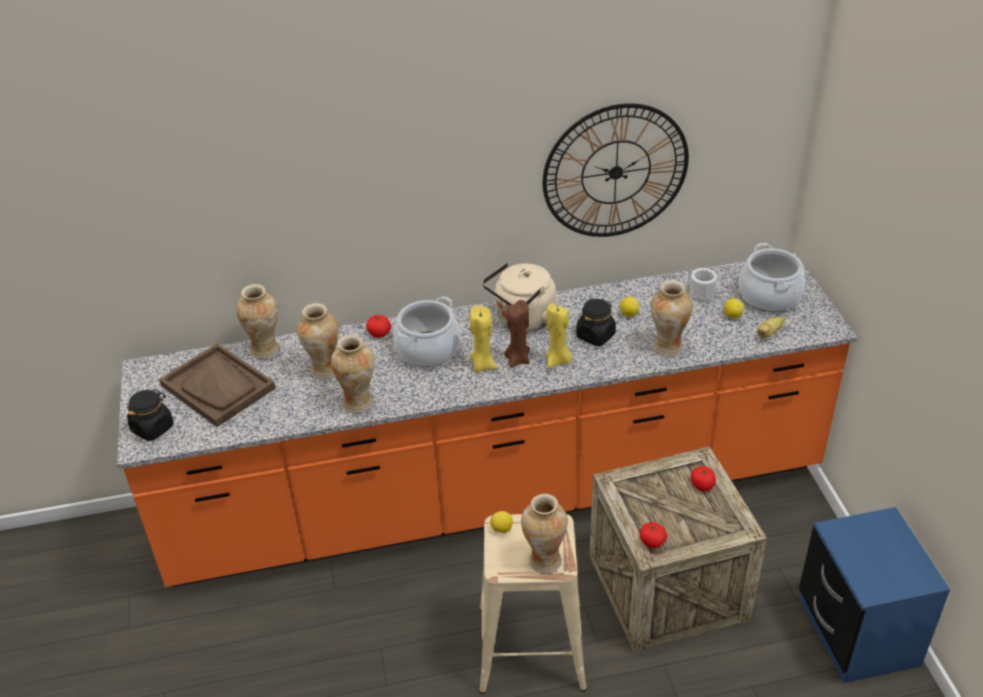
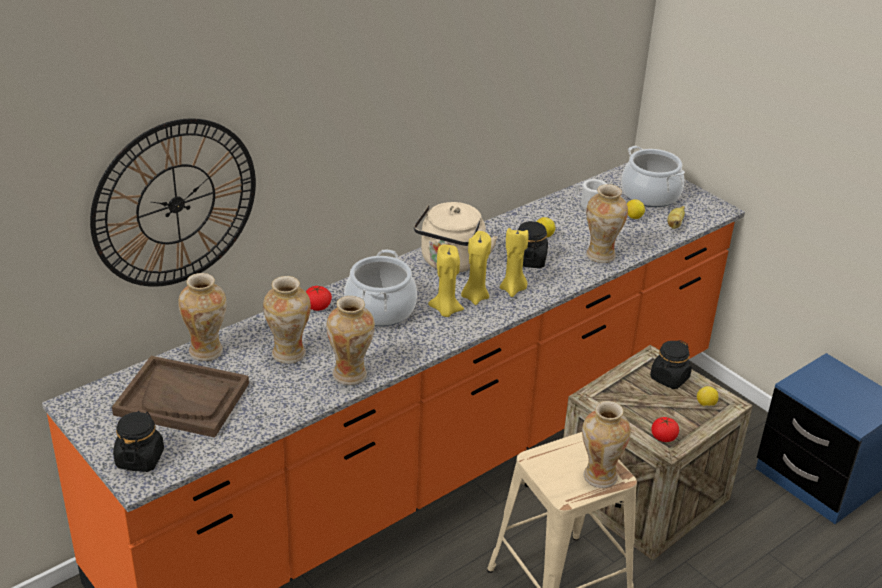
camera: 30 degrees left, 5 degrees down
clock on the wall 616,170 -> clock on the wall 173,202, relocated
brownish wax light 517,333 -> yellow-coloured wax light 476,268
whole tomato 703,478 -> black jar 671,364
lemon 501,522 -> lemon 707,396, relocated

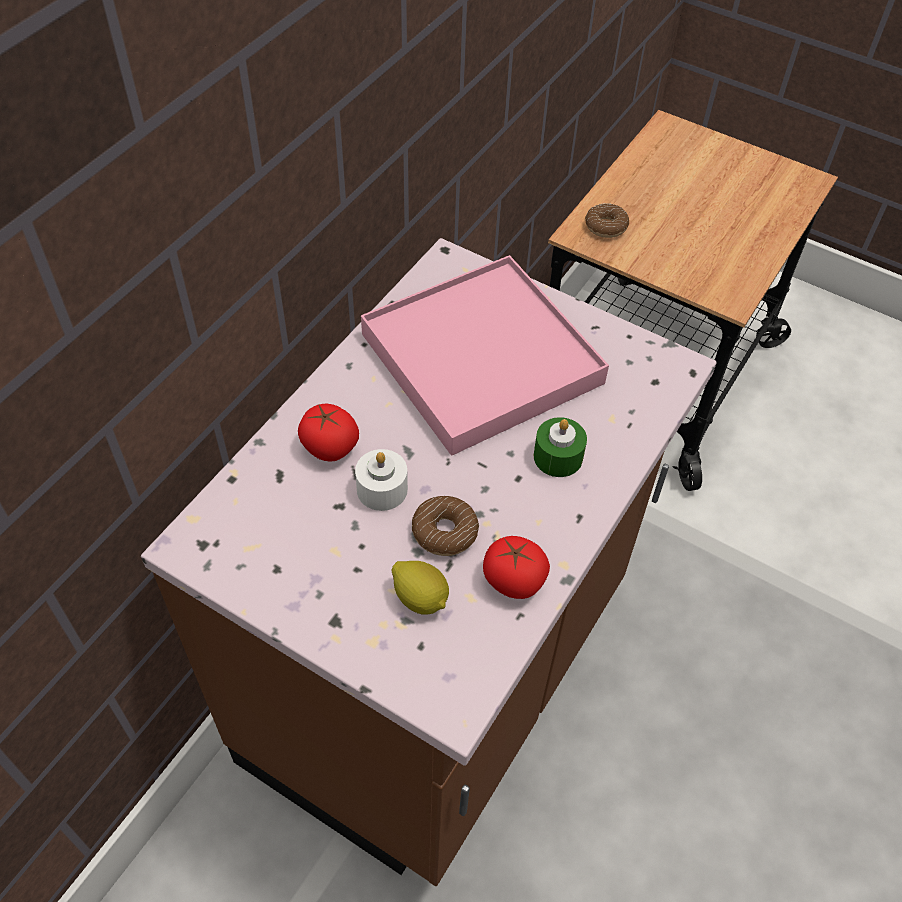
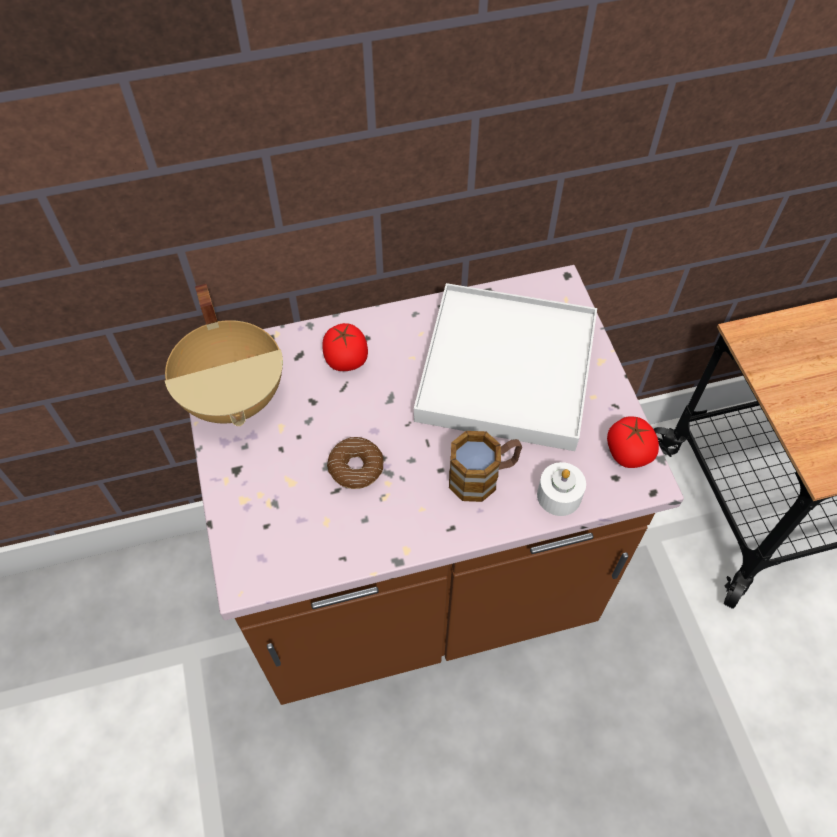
camera: 45 degrees right, 5 degrees up
ring doughnut 607,220 -> none
pinkish serving tray 485,355 -> white-coloured serving tray 505,367
green-coloured wax light 560,447 -> tea mug 485,466
white-coloured wax light 381,480 -> white-coloured wax light 561,489, relocated
whole tomato 516,567 -> whole tomato 633,442, relocated
lemon 420,588 -> none
none -> beige-coloured cooking pot 224,355

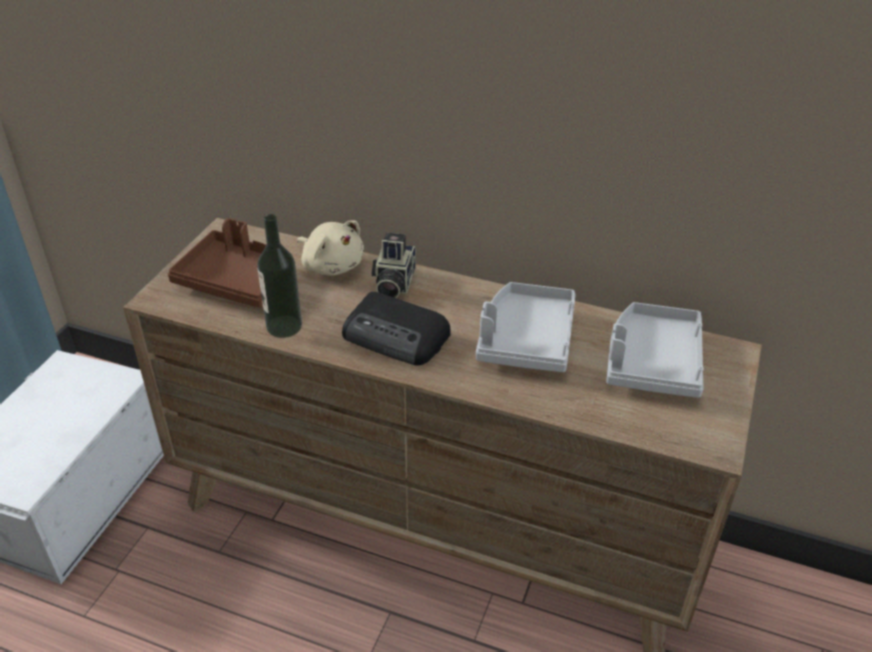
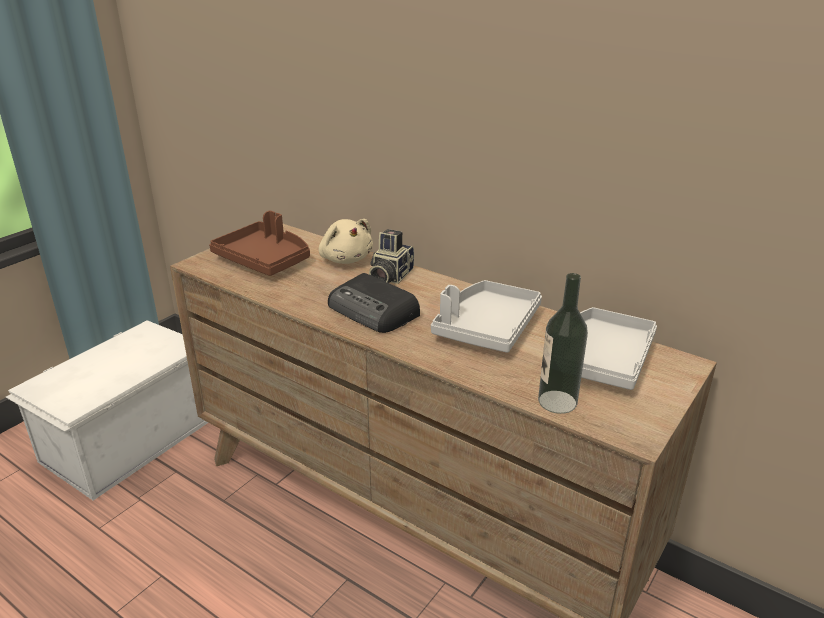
camera: 15 degrees right, 10 degrees down
beverage bottle 279,276 -> beverage bottle 563,343, relocated

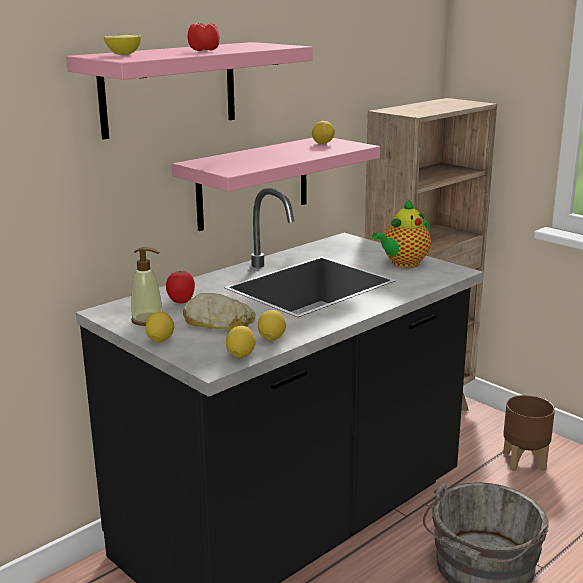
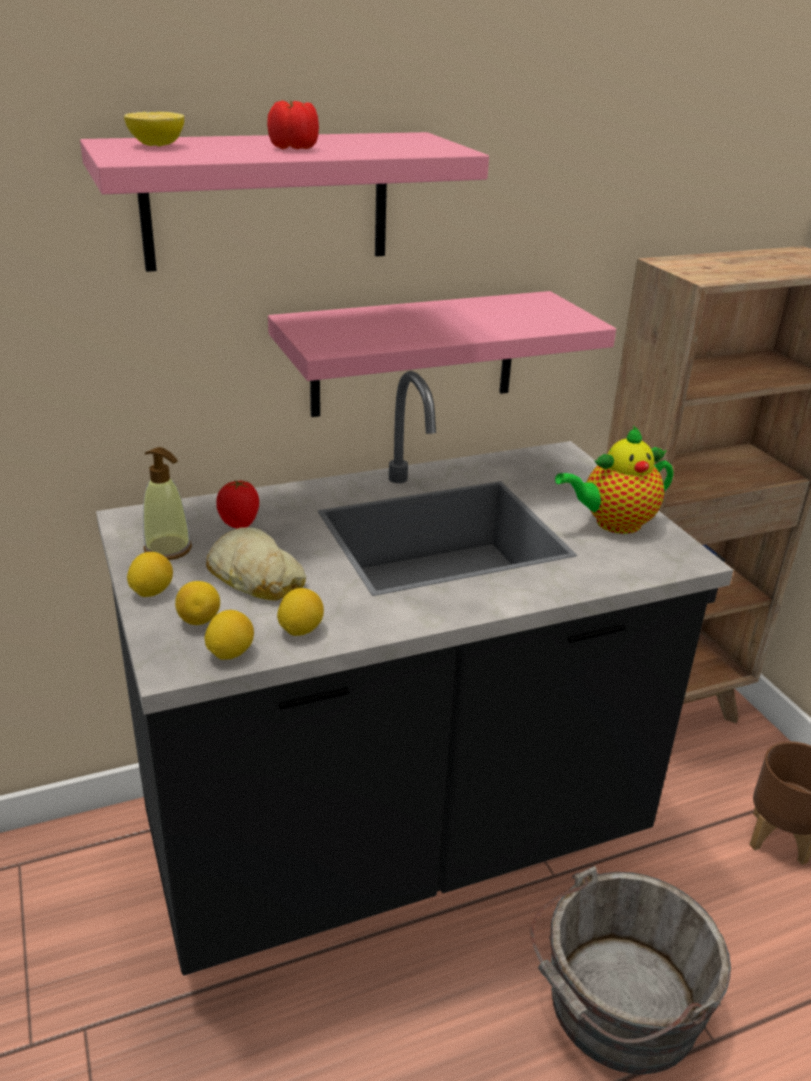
camera: 20 degrees right, 10 degrees up
lemon 323,132 -> lemon 197,603, relocated

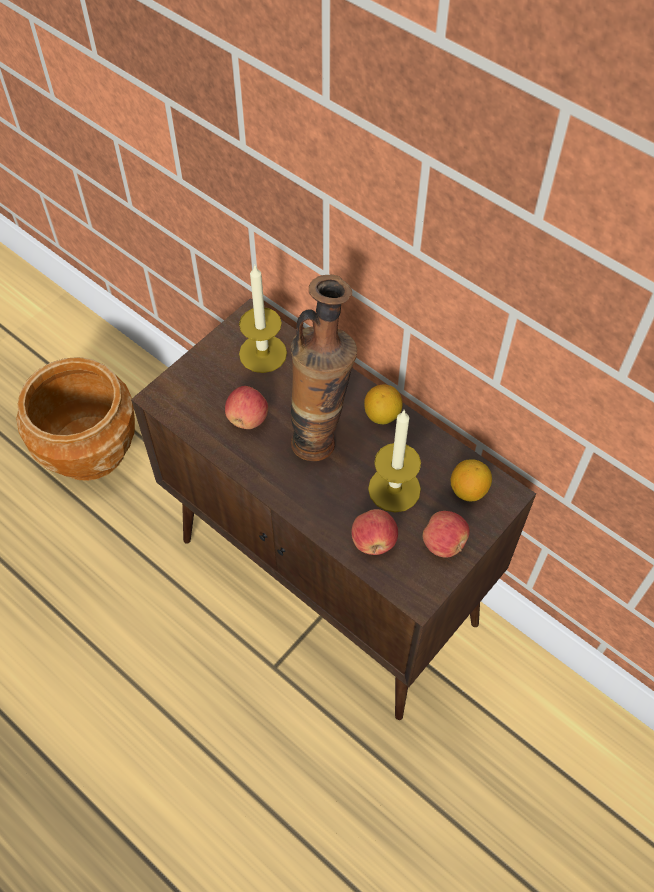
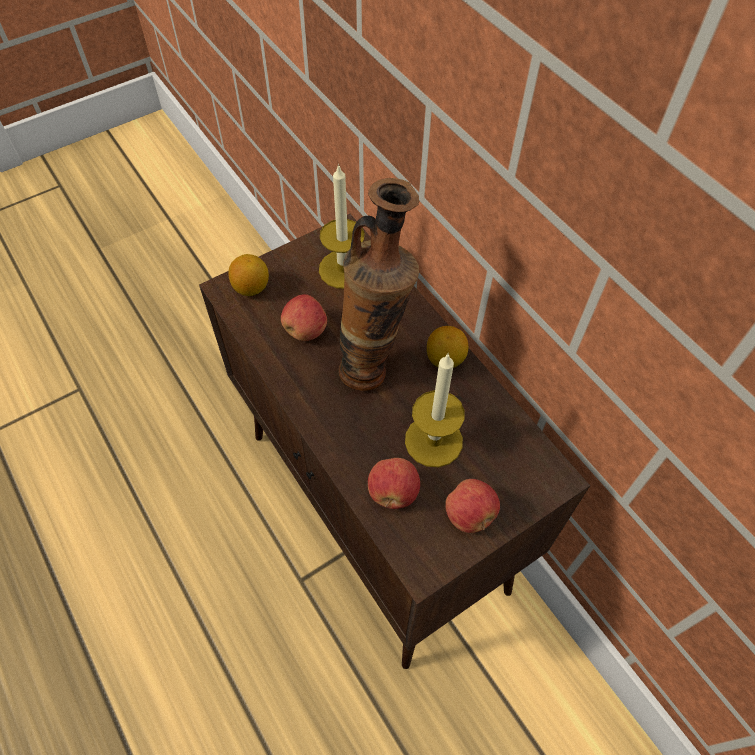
camera: 15 degrees right, 0 degrees up
brownish plant pot 75,419 -> none
lemon 471,480 -> lemon 248,275, relocated

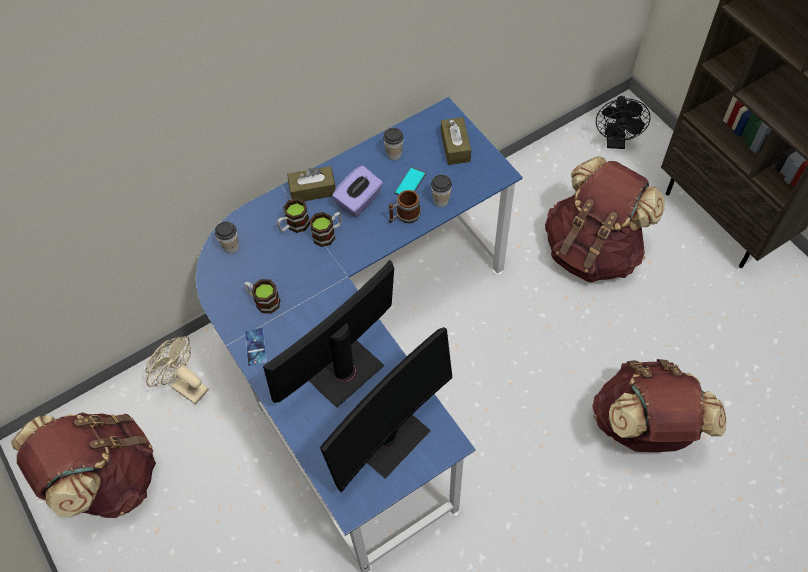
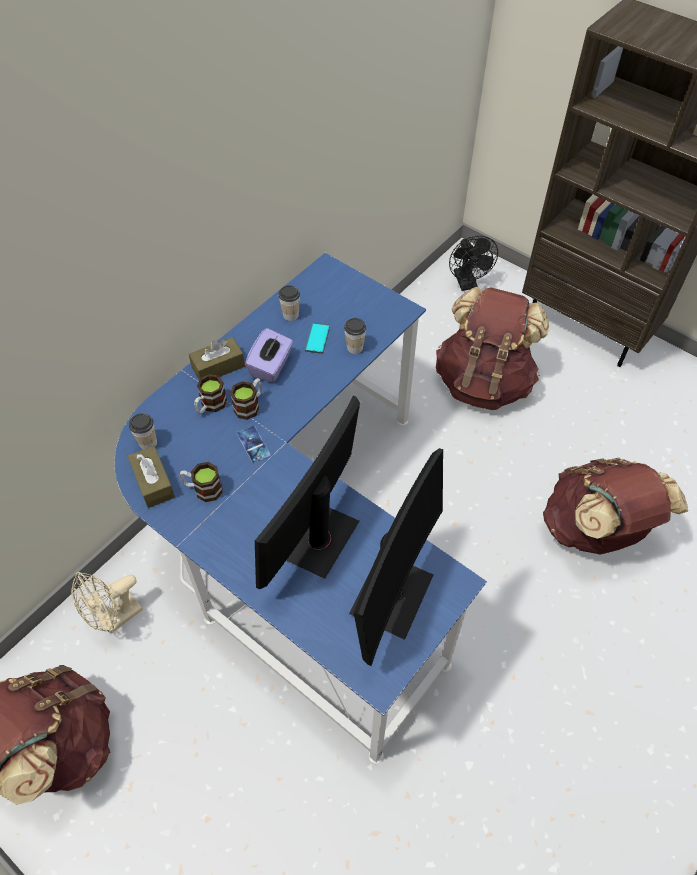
camera: 20 degrees left, 5 degrees down
brownish tissue holder 456,141 -> brownish tissue holder 151,477, relocated
tea mug 404,206 -> none
telephone 255,347 -> telephone 254,444, relocated
beige-coloured cooling fan 177,370 -> beige-coloured cooling fan 107,602, 60 degrees counterclockwise

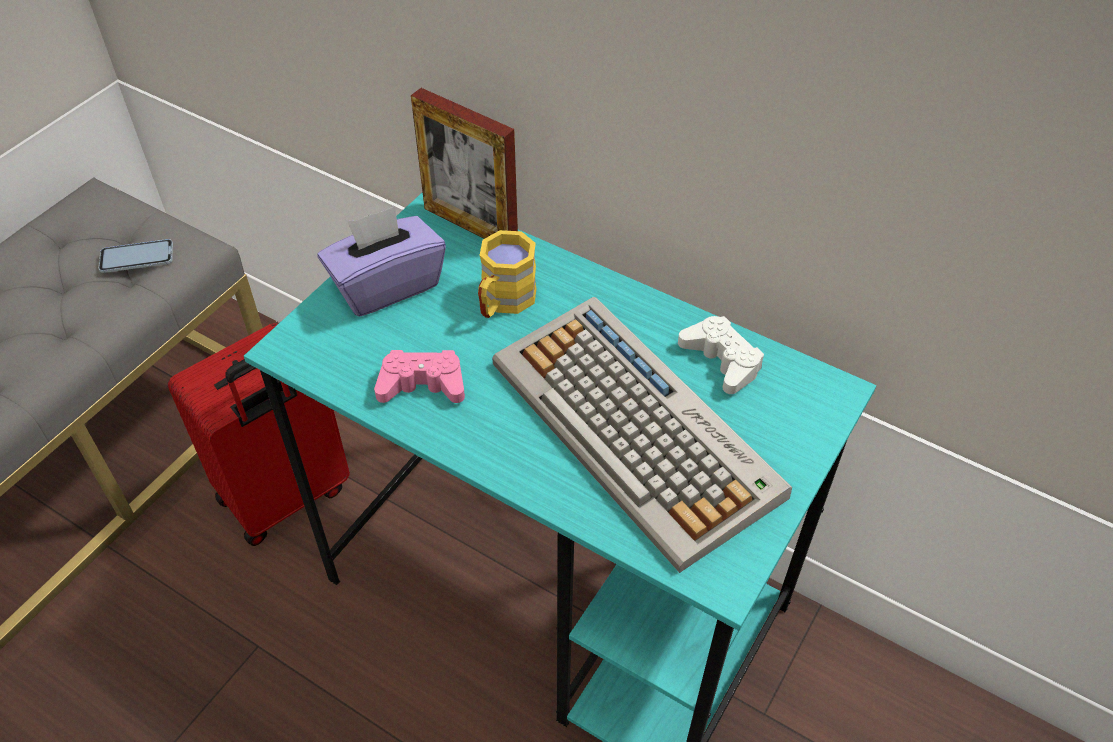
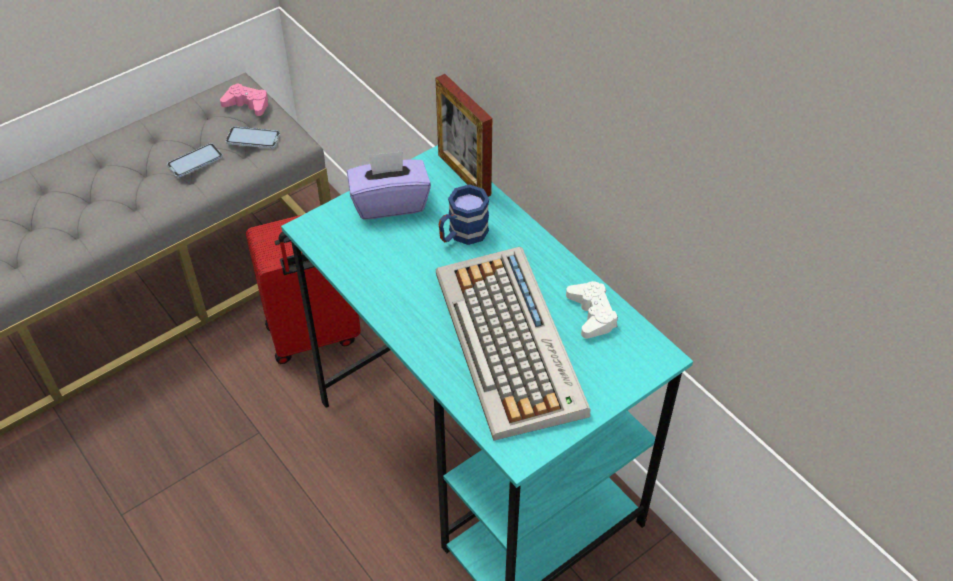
camera: 20 degrees right, 0 degrees up
yellow-coloured tea mug 507,274 -> blue-coloured tea mug 464,214
pinkish joypad 419,376 -> pinkish joypad 244,99, relocated
none -> telephone 195,160

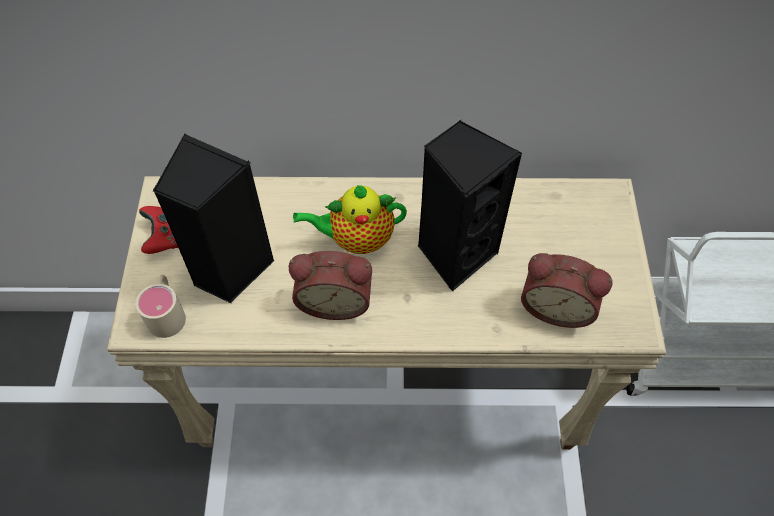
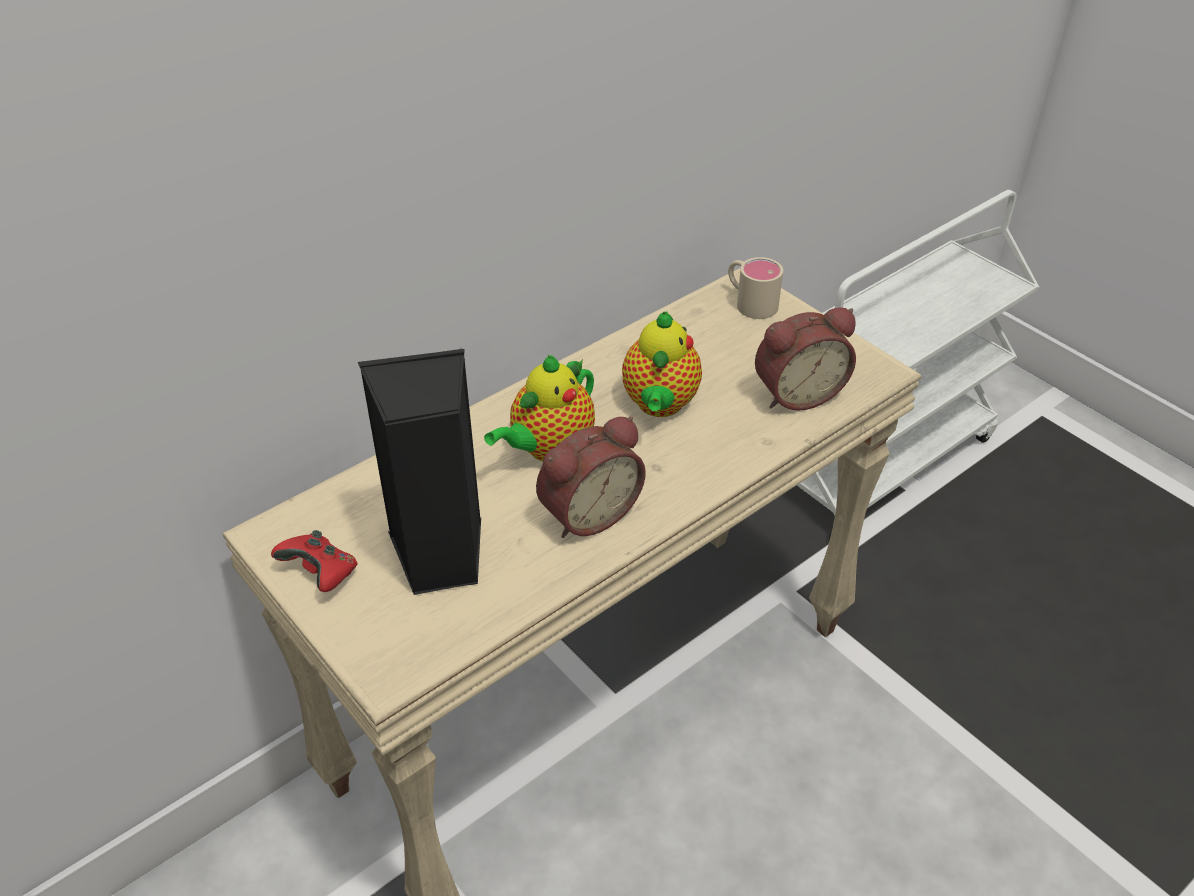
camera: 40 degrees left, 15 degrees down
black speaker 470,206 -> pot for tea 662,364
beige-coloured tea mug 161,306 -> beige-coloured tea mug 755,288, relocated

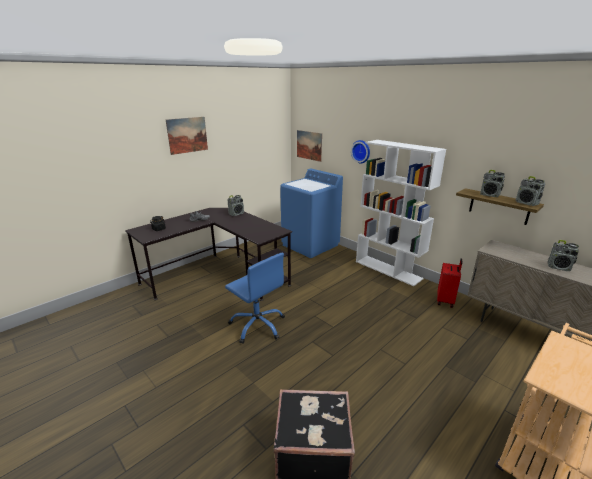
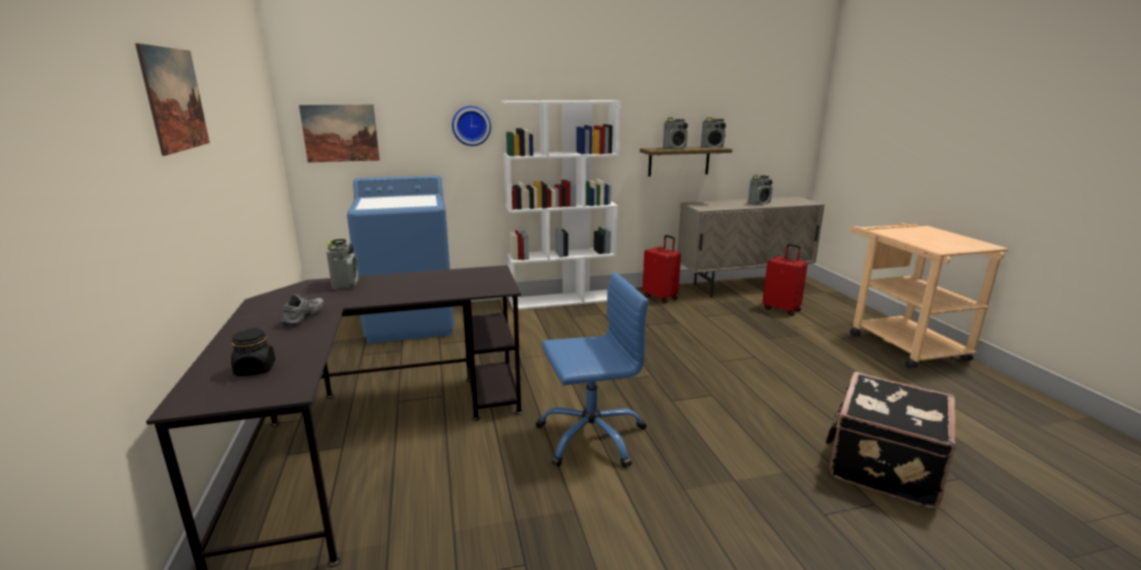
camera: 60 degrees left, 5 degrees down
none -> reddish piece of luggage 785,280

